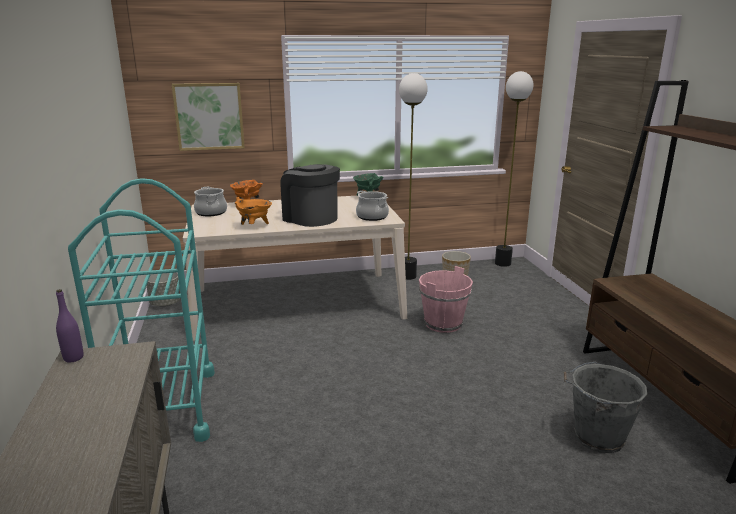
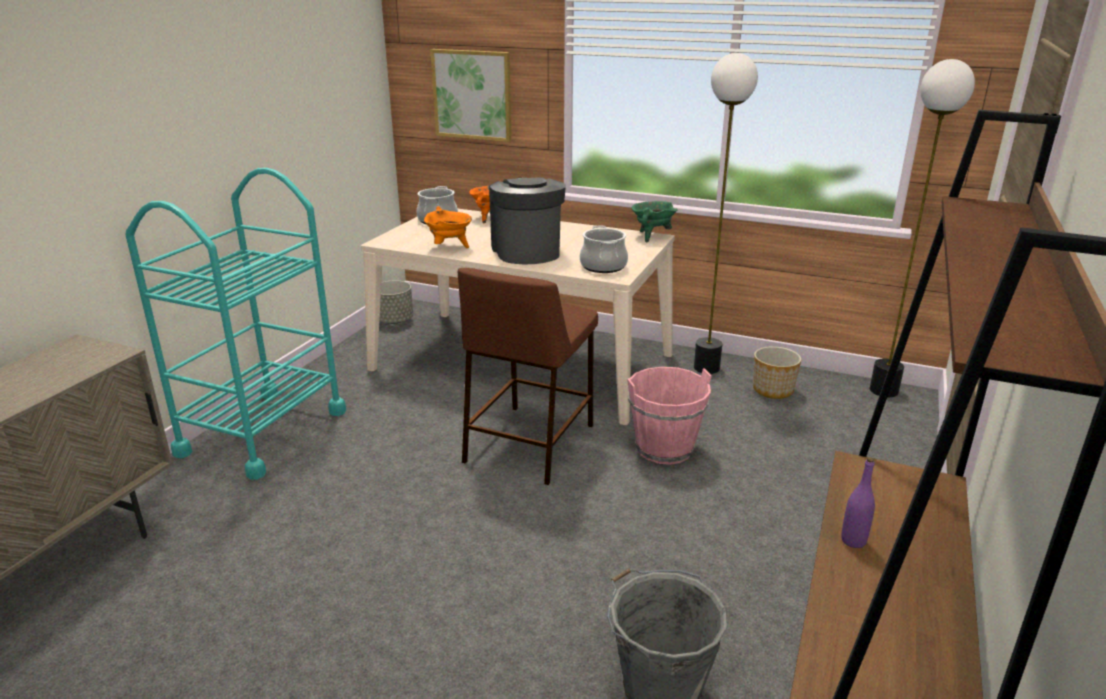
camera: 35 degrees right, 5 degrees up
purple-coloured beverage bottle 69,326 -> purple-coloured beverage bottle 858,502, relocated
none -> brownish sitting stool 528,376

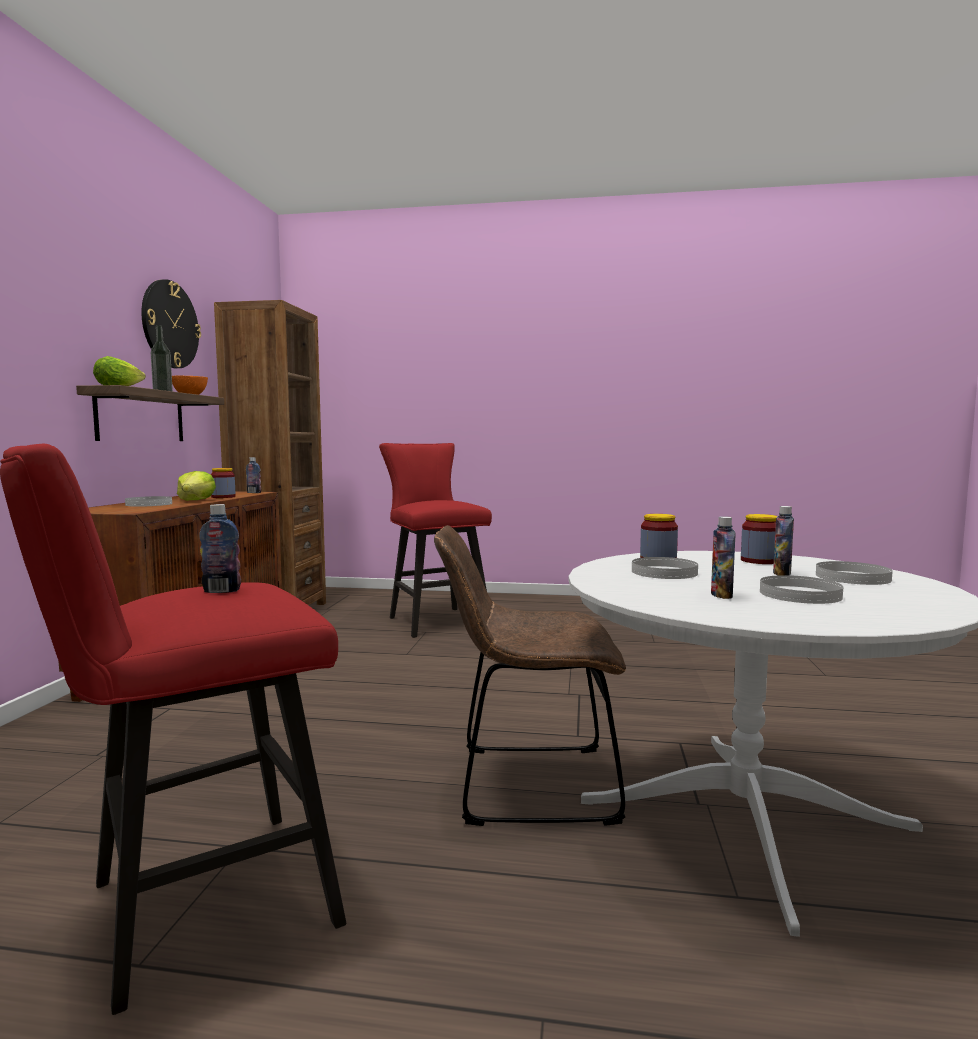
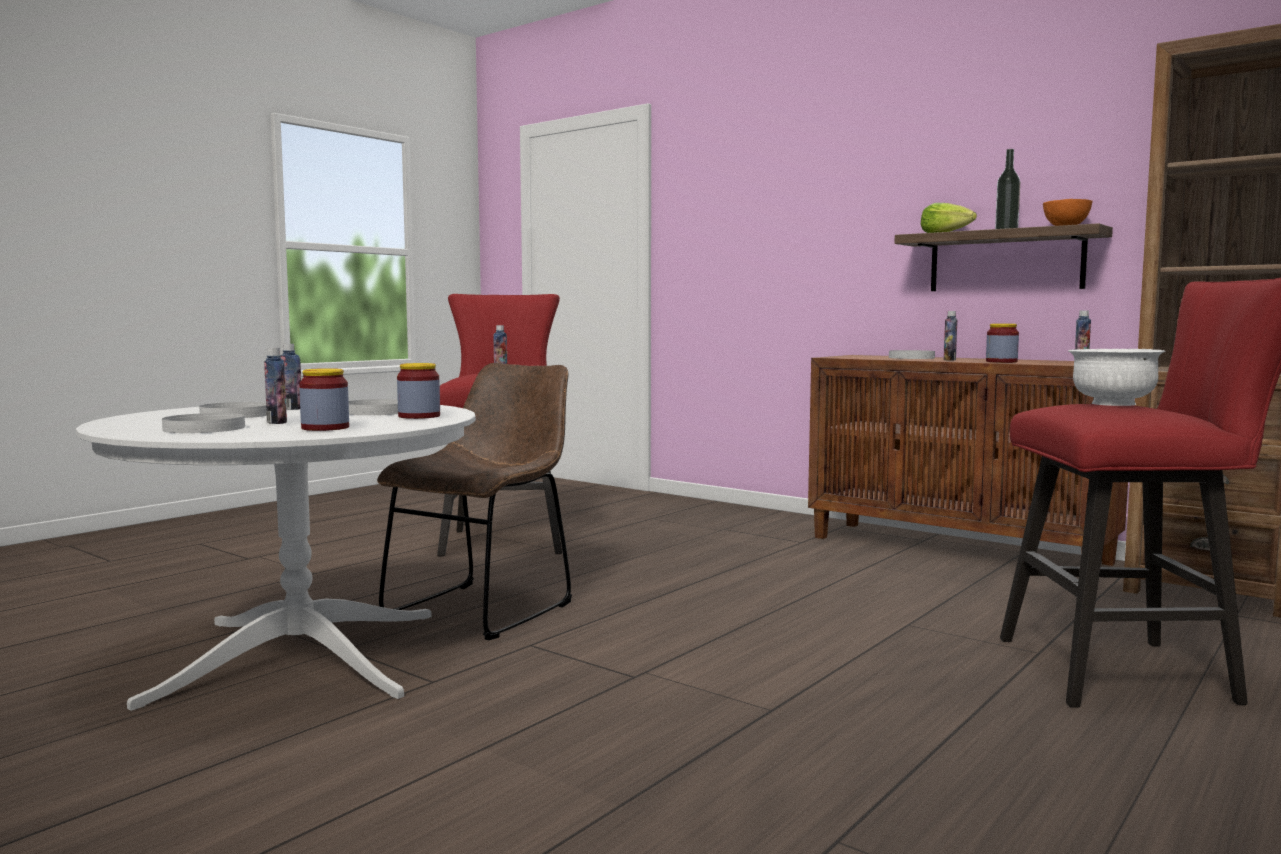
camera: 120 degrees right, 0 degrees up
clock on the wall 171,323 -> none
head of lettuce 196,486 -> beverage bottle 950,336
none -> white-coloured serving bowl 1117,377

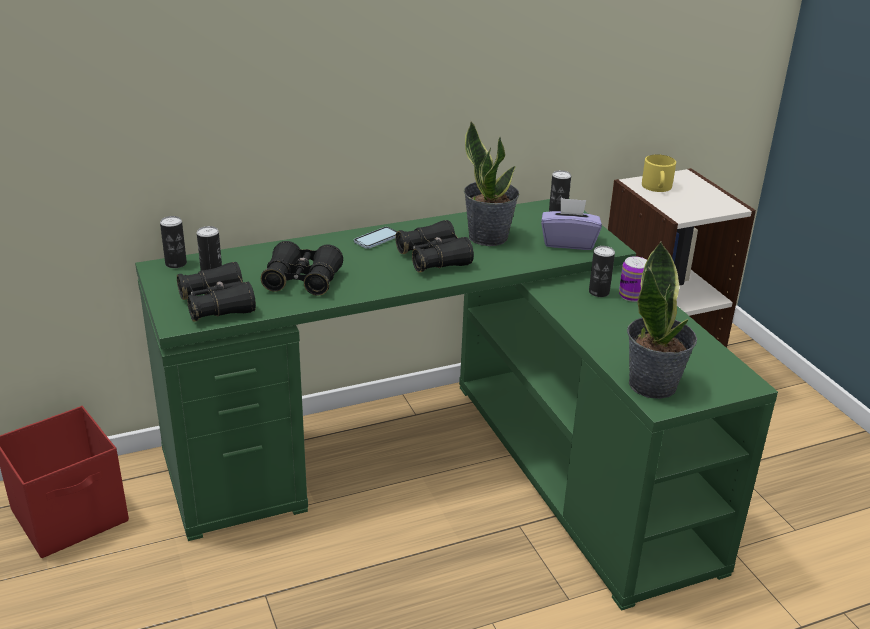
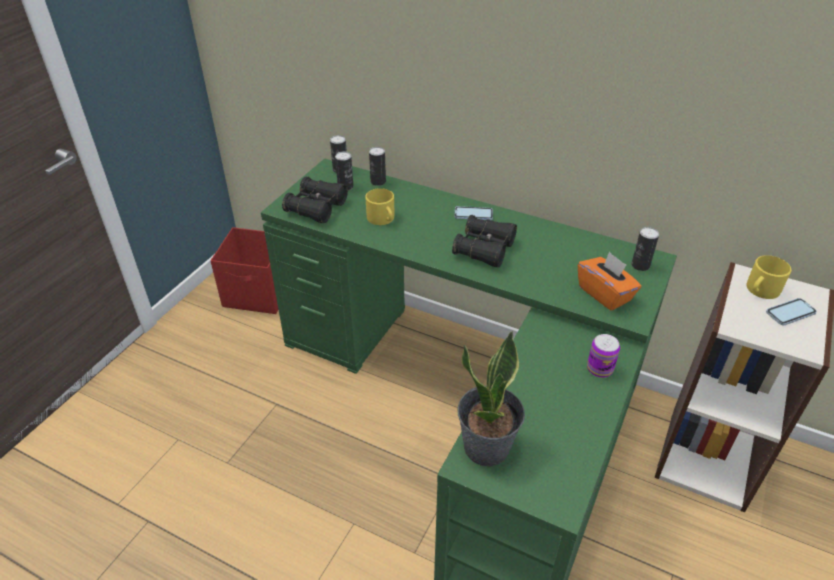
camera: 50 degrees right, 10 degrees up
plant in a pot 491,183 -> none
purple-coloured tissue holder 571,224 -> orange-coloured tissue holder 610,281
black field glasses 302,268 -> yellow-coloured tea mug 379,206
can 602,271 -> can 377,166, relocated
none -> telephone 791,311

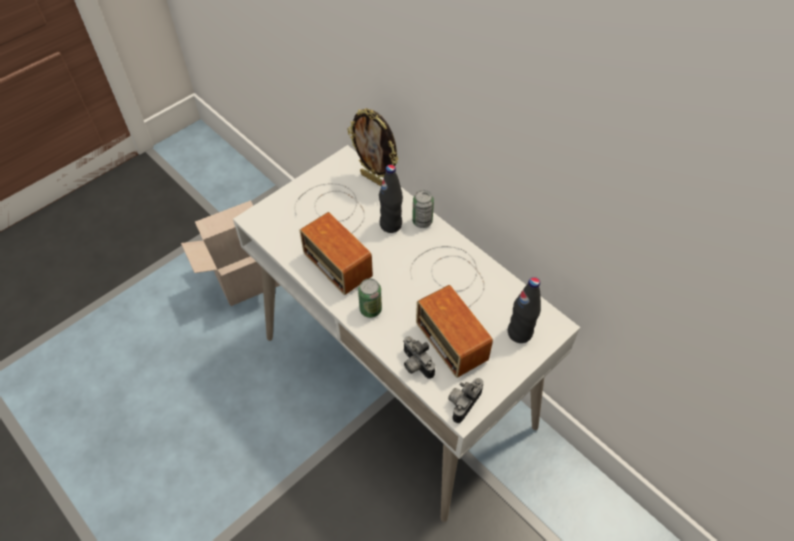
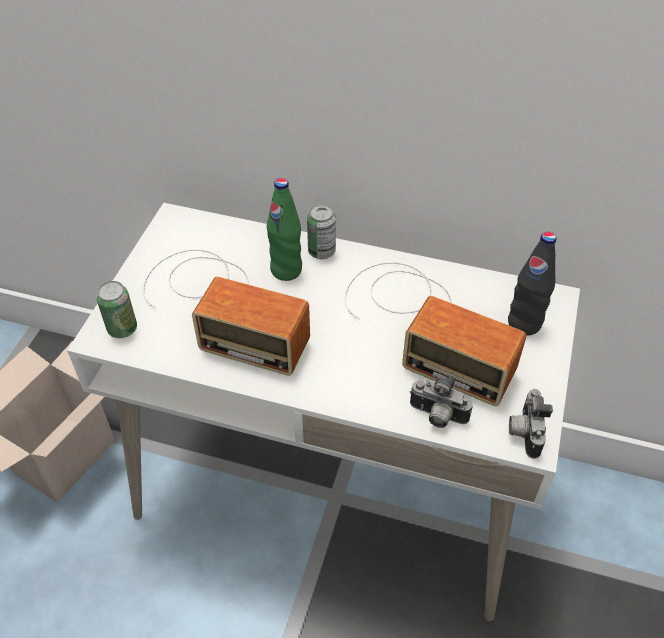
camera: 30 degrees left, 5 degrees down
picture frame 372,147 -> none
black beverage bottle 391,199 -> green-coloured beverage bottle 284,229
can 370,298 -> can 116,309, relocated

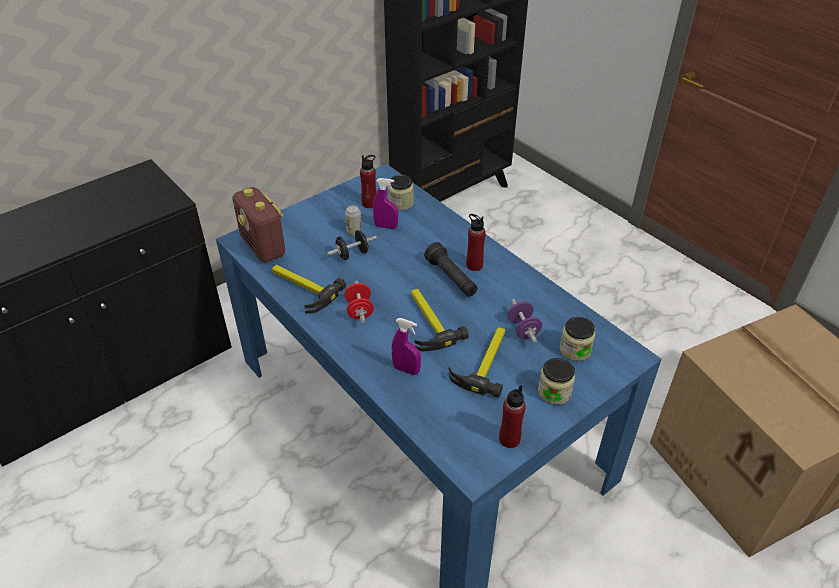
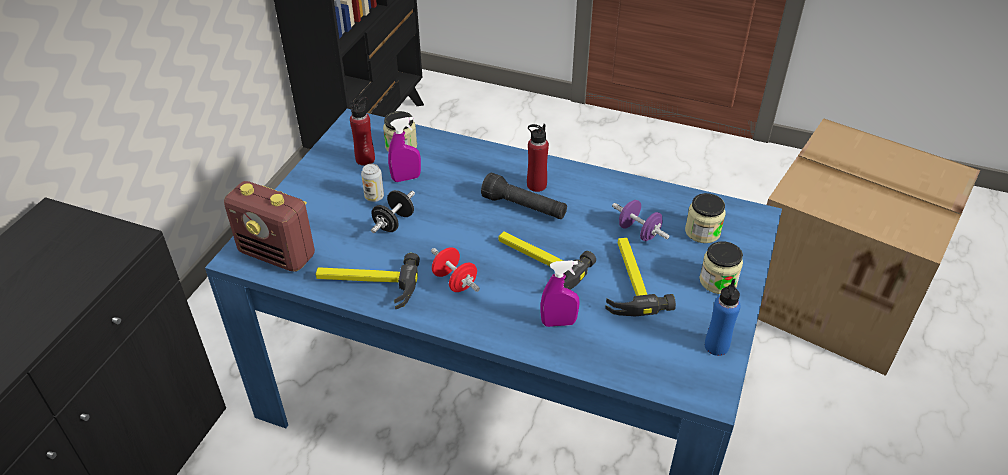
camera: 30 degrees left, 0 degrees up
reddish beverage bottle 512,416 -> blue-coloured beverage bottle 723,317

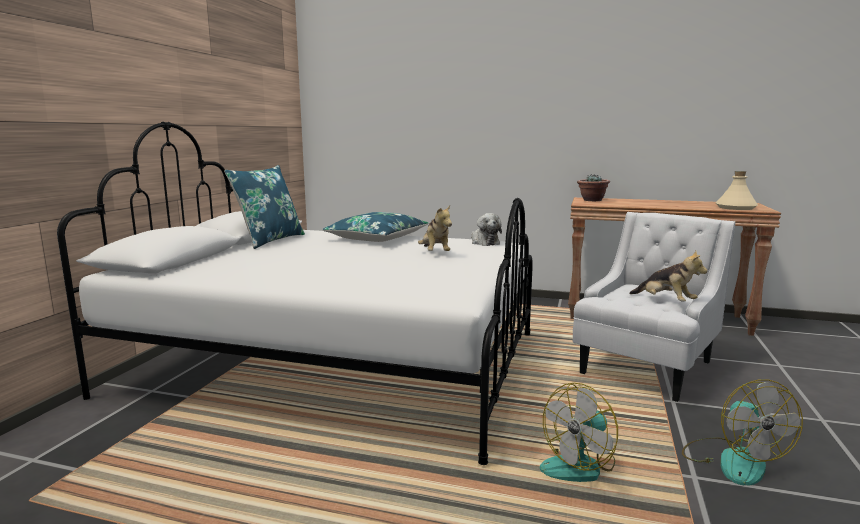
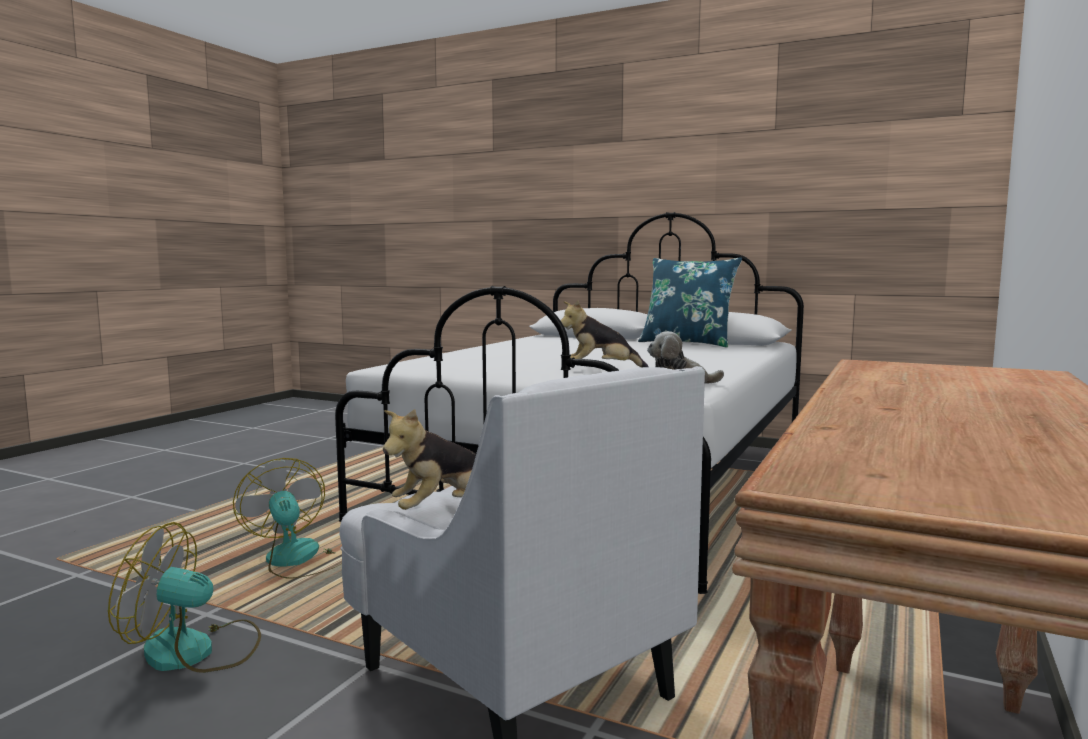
camera: 100 degrees right, 5 degrees down
beige-coloured beverage bottle 737,190 -> none
plant in a pot 593,187 -> none
blue-coloured cushion 375,227 -> none

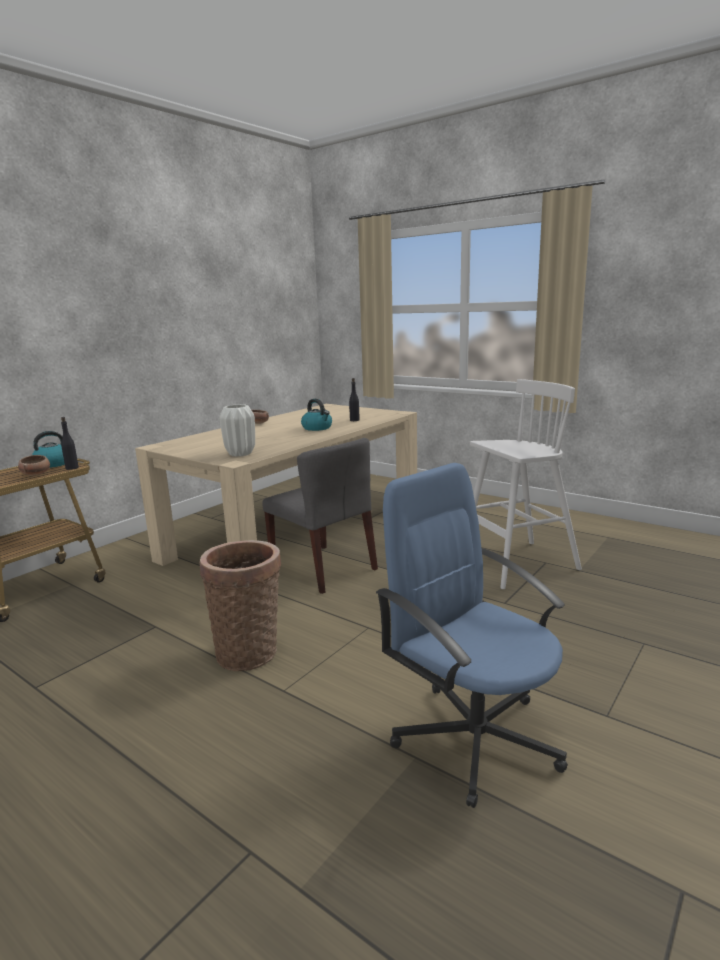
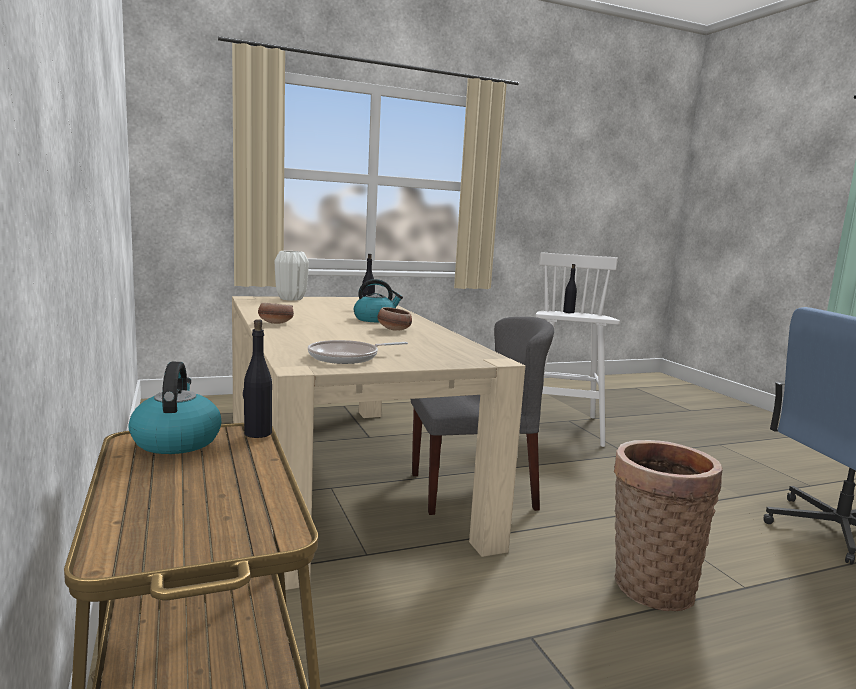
camera: 60 degrees left, 5 degrees down
white-coloured vase 237,430 -> white-coloured vase 292,276, relocated
serving bowl 34,465 -> serving bowl 395,319, relocated
none -> black beverage bottle 570,288
none -> skillet 358,352

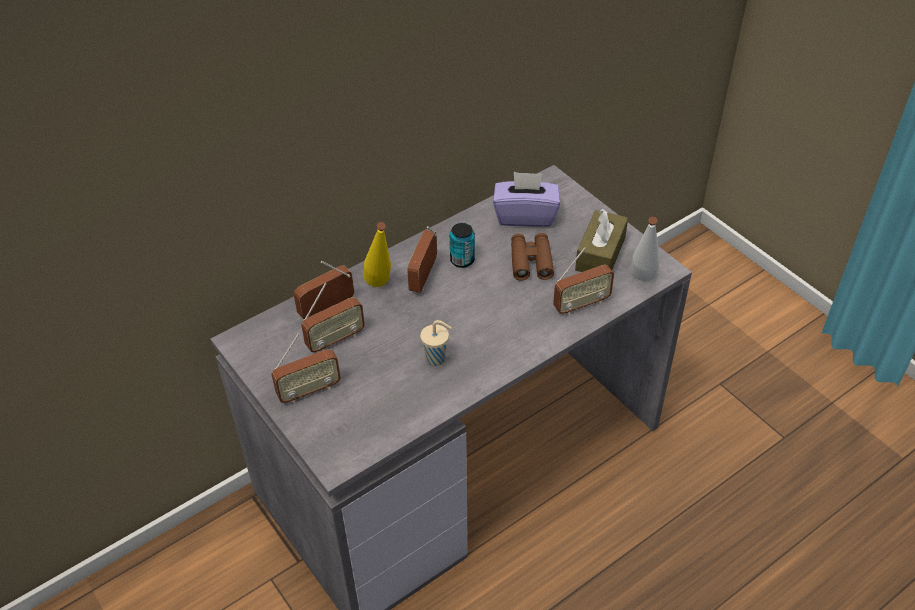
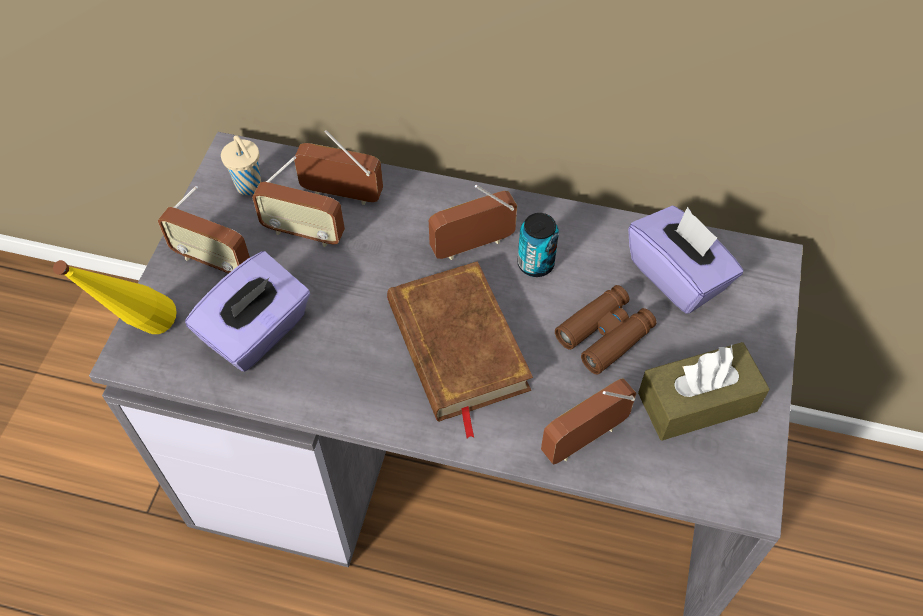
camera: 50 degrees right, 10 degrees up
white-coloured beverage bottle 645,249 -> none
yellow-coloured beverage bottle 377,254 -> yellow-coloured beverage bottle 115,297, relocated
radio set 583,281 -> radio set 589,421, 120 degrees clockwise
beige-coloured small cup 436,343 -> beige-coloured small cup 241,165, relocated
none -> purple-coloured tissue holder 247,311
none -> brownish volume 460,350

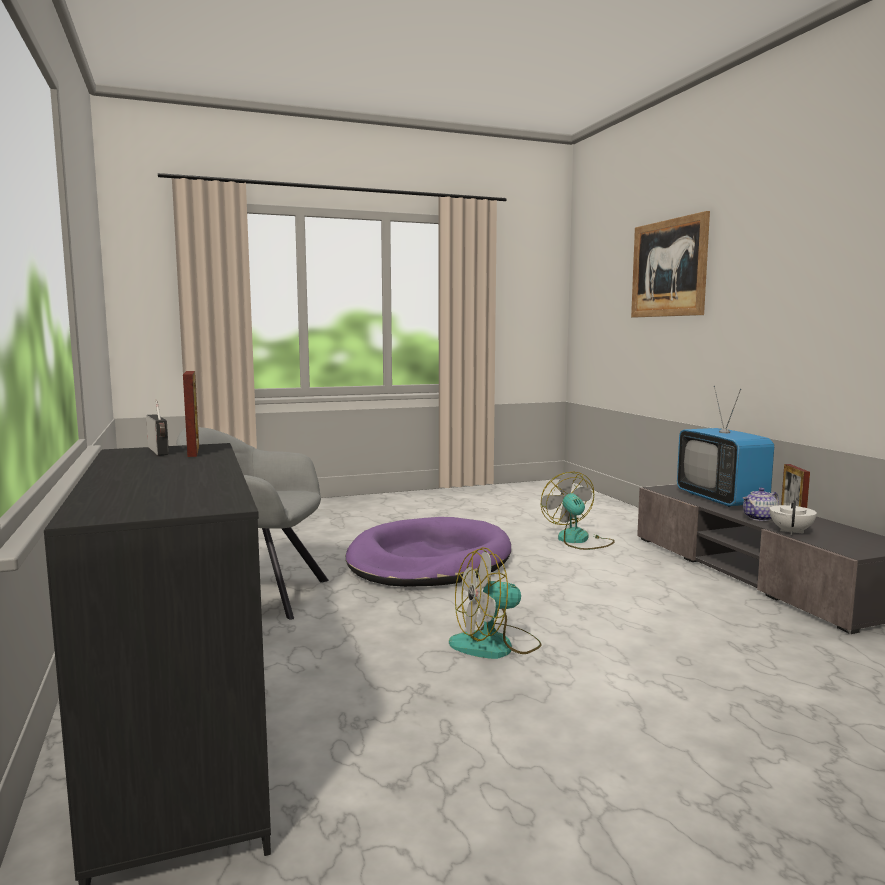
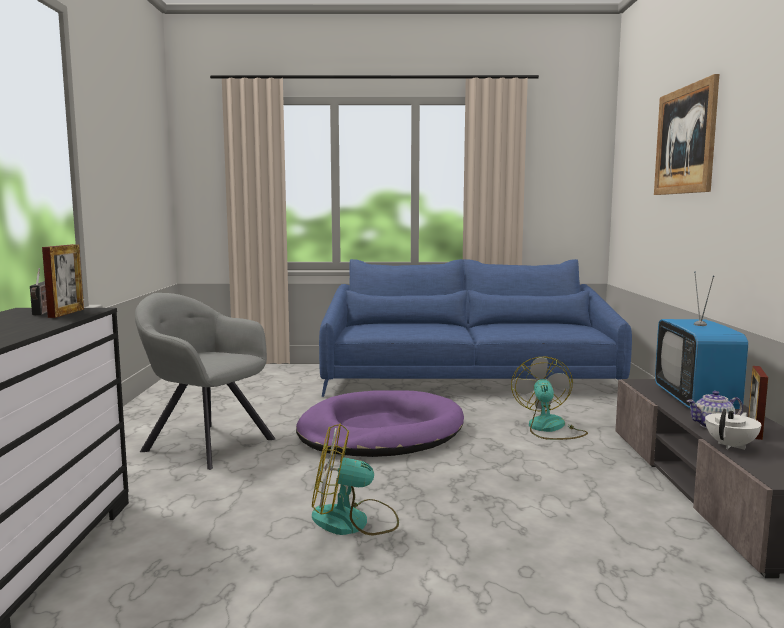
camera: 20 degrees right, 0 degrees up
none -> blue-coloured couch 475,328

